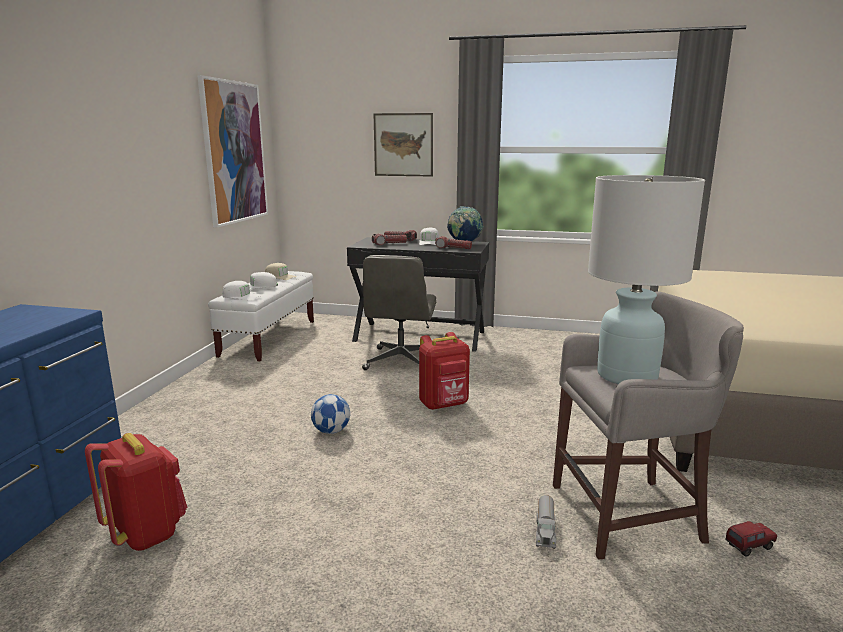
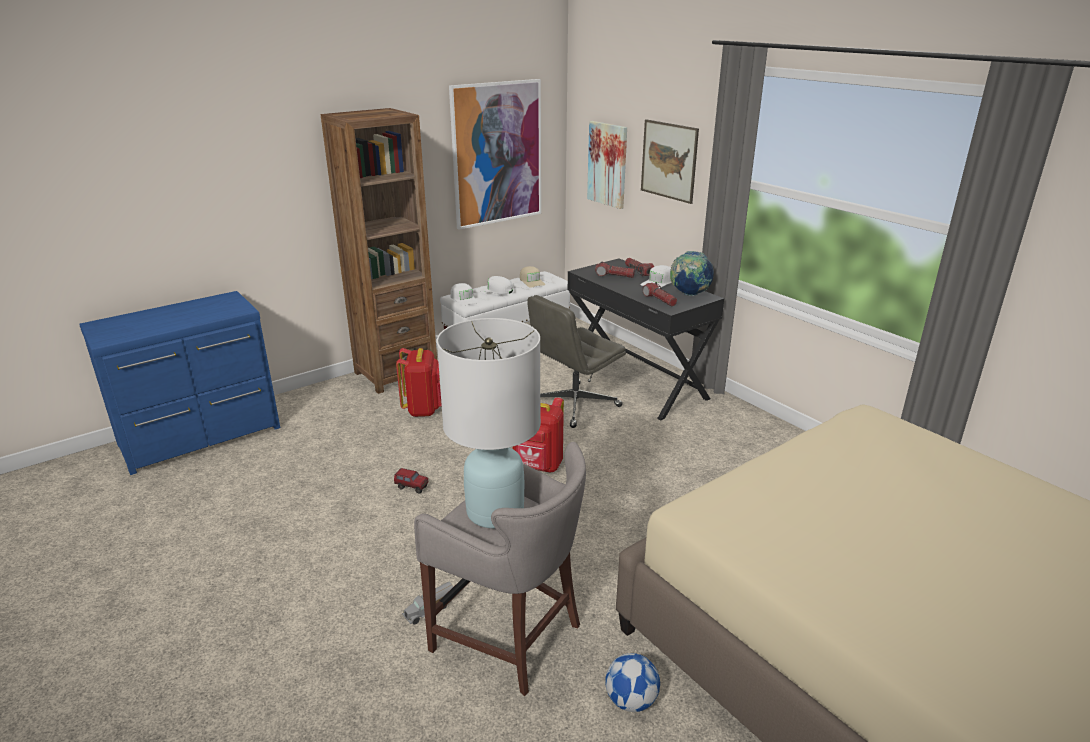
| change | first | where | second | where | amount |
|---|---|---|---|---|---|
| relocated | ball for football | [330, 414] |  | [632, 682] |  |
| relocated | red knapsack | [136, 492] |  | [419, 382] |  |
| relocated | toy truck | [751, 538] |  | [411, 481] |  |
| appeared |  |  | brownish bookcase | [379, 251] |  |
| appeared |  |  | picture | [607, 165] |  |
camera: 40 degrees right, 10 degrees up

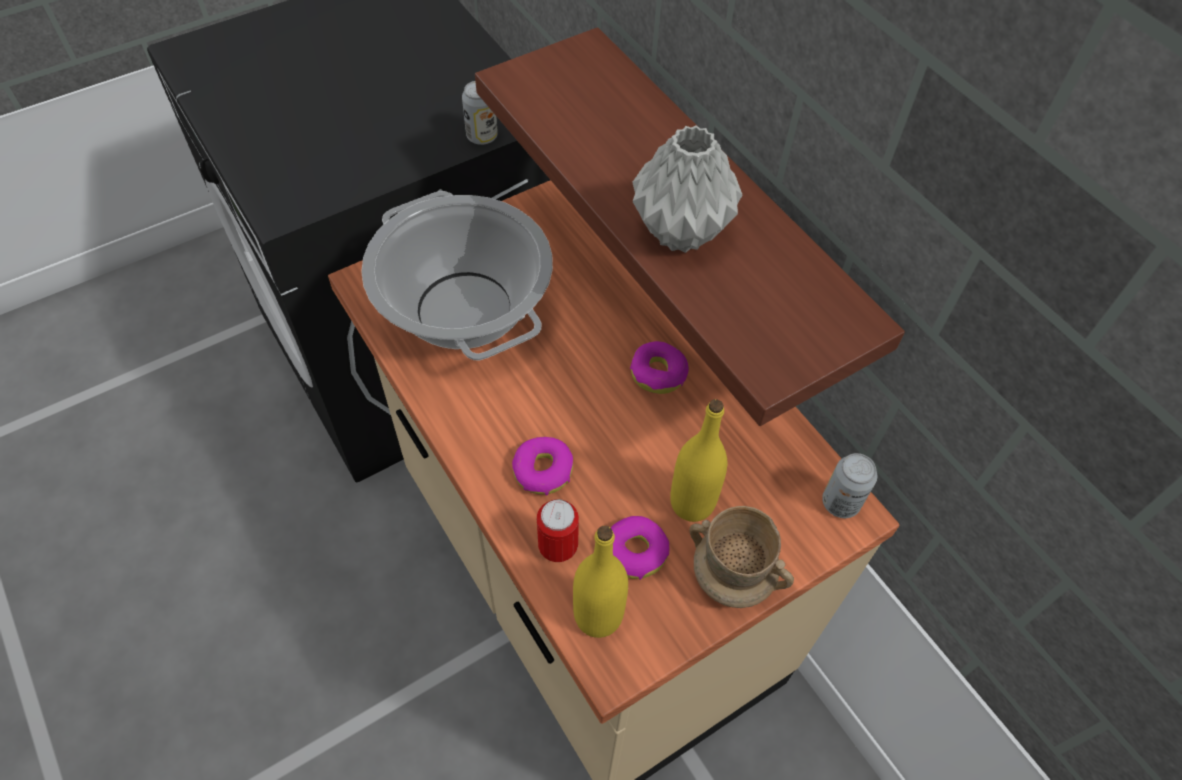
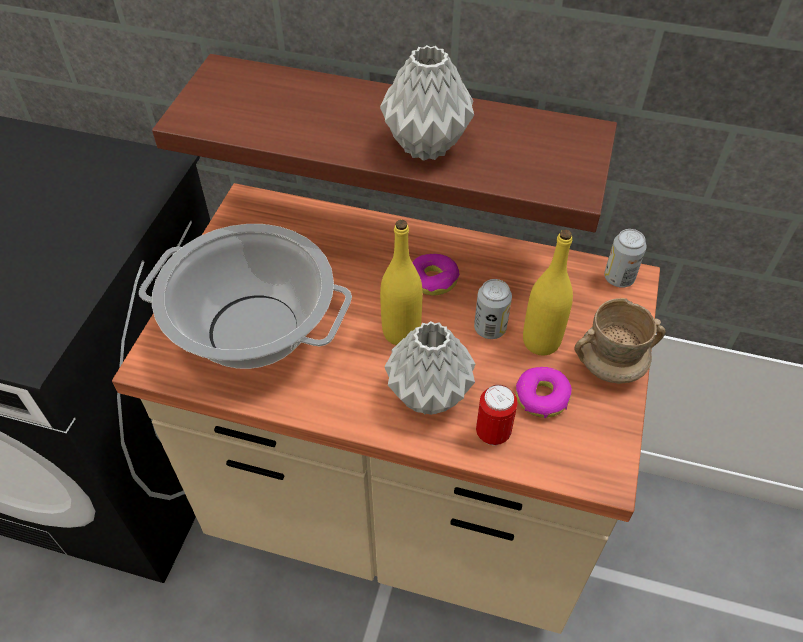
| change | first | where | second | where | amount |
|---|---|---|---|---|---|
| relocated | metal can | [480, 113] |  | [493, 309] |  |
| exchanged | doughnut | [542, 466] | grey flower vase | [430, 368] |  |
| relocated | yellowish bottle | [600, 582] |  | [401, 282] |  |
camera: 40 degrees left, 5 degrees down

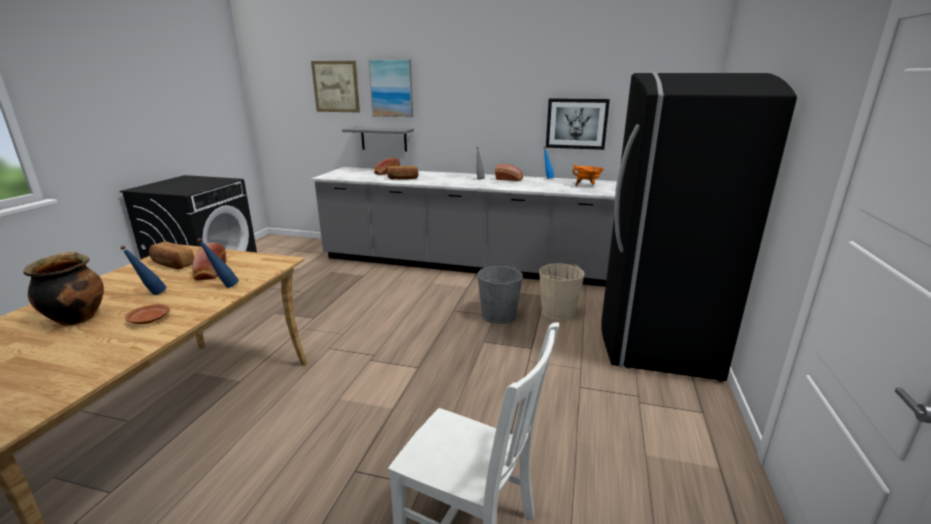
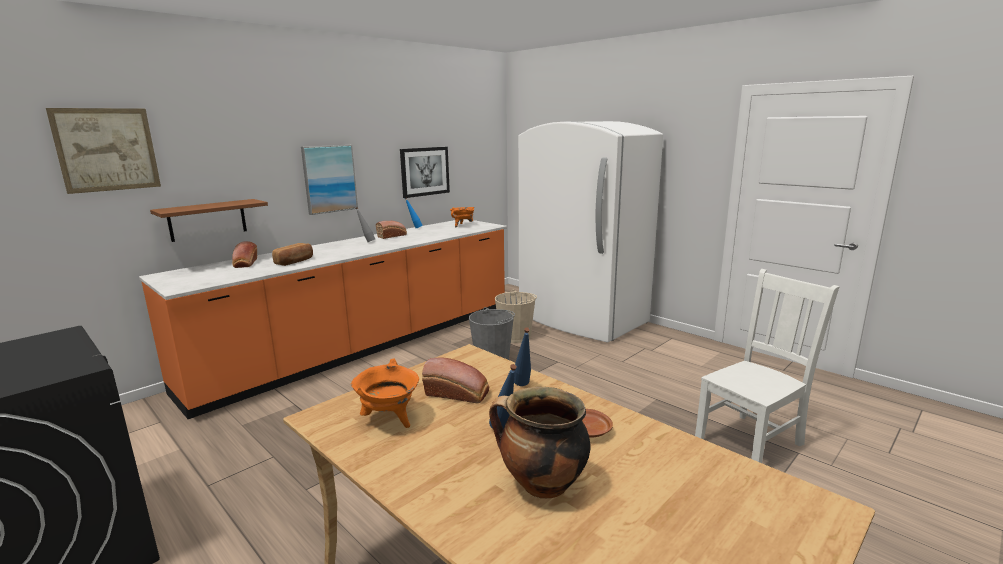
| change | first | where | second | where | amount |
|---|---|---|---|---|---|
| relocated | picture | [390, 88] |  | [329, 180] |  |
| colour | blackish fridge | [699, 227] | white fridge | [590, 231] |  |
| colour | grey bracket shelf | [378, 139] | brownish bracket shelf | [209, 220] |  |
| colour | grey counter | [464, 227] | orangey counter | [323, 319] |  |
| exchanged | bakery bread | [171, 255] | orangey cooking pot | [385, 393] |  |
camera: 60 degrees left, 5 degrees down

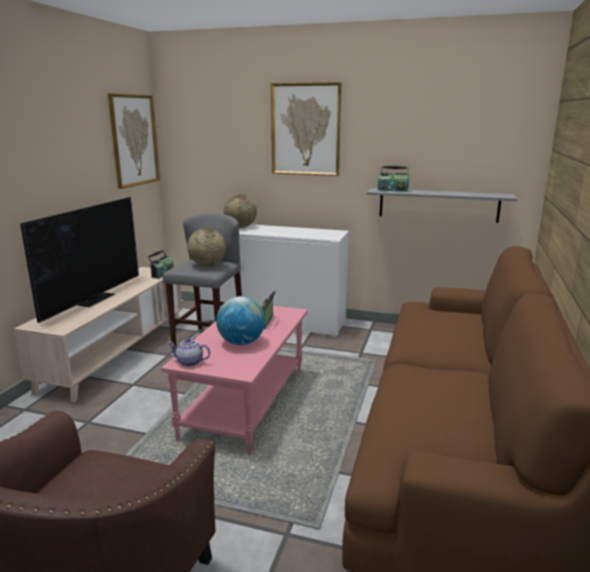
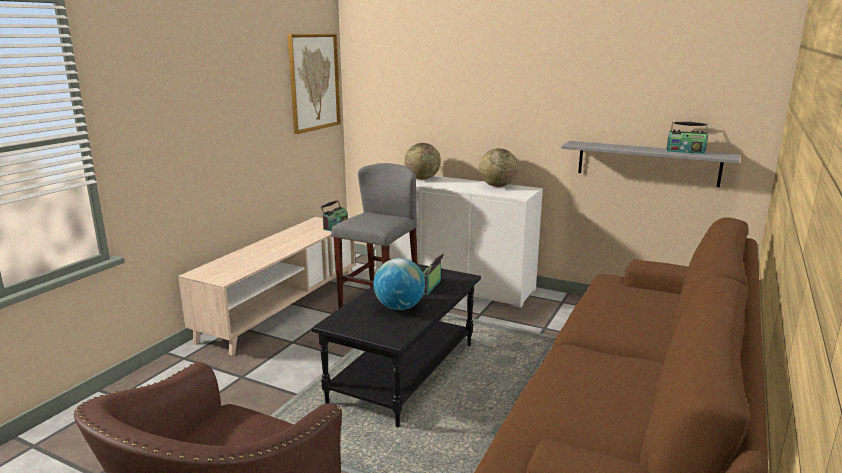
| change | first | where | second | where | amount |
|---|---|---|---|---|---|
| missing | picture | [306, 129] |  |  |  |
| relocated | radio receiver | [393, 179] |  | [687, 138] |  |
| missing | TV | [79, 260] |  |  |  |
| relocated | globe | [206, 247] |  | [498, 167] |  |
| colour | pink-coloured coffee table | [234, 379] | blackish coffee table | [396, 345] |  |
| missing | pot for tea | [189, 352] |  |  |  |
camera: 10 degrees right, 0 degrees up

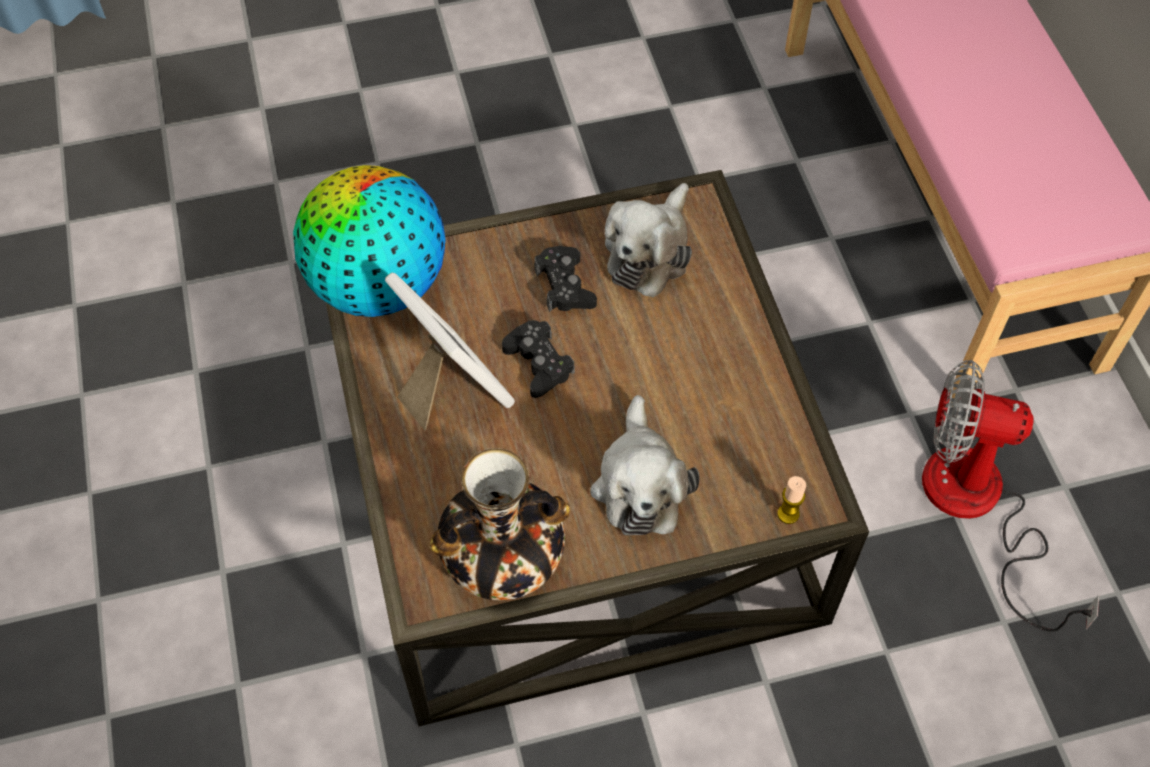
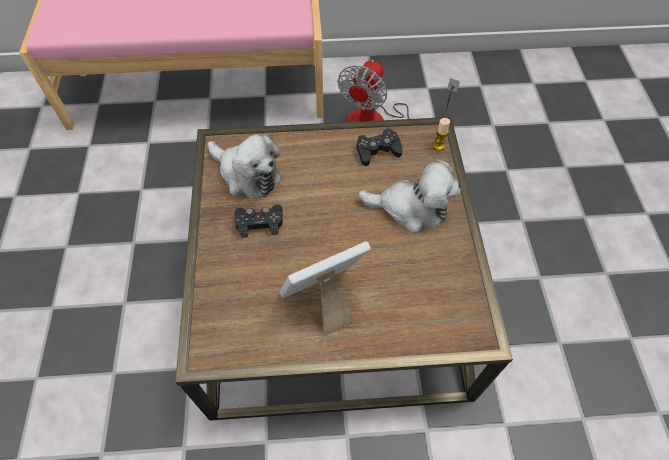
| change | first | where | second | where | amount |
|---|---|---|---|---|---|
| missing | globe | [369, 241] |  |  |  |
| relocated | blackish gamepad | [538, 359] |  | [380, 147] |  |
| missing | flower vase | [500, 524] |  |  |  |
camera: 80 degrees left, 0 degrees up

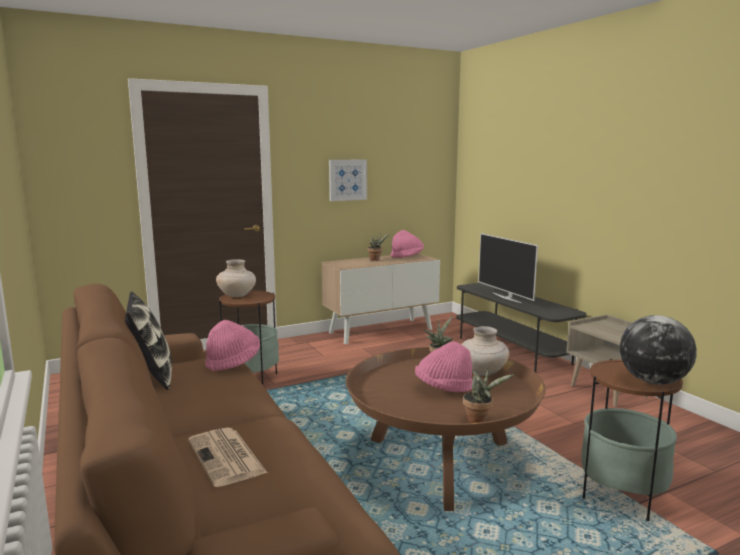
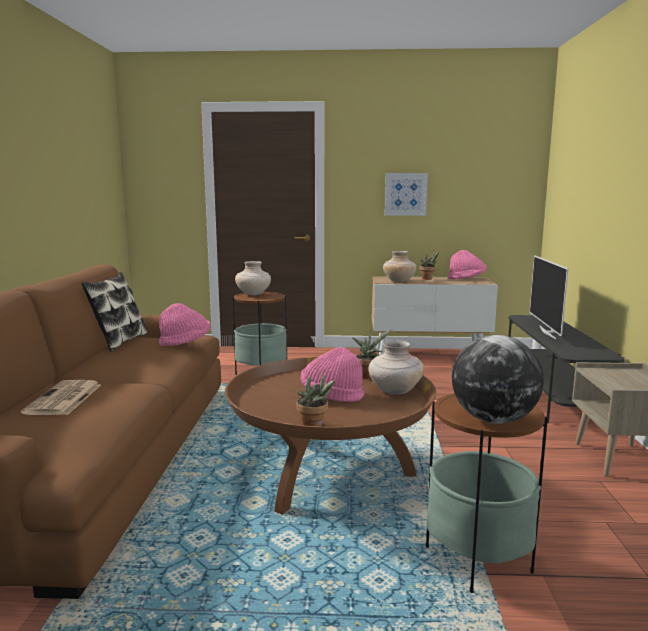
| change | first | where | second | where | amount |
|---|---|---|---|---|---|
| appeared |  |  | beige-coloured flower vase | [400, 266] |  |
camera: 30 degrees right, 0 degrees up

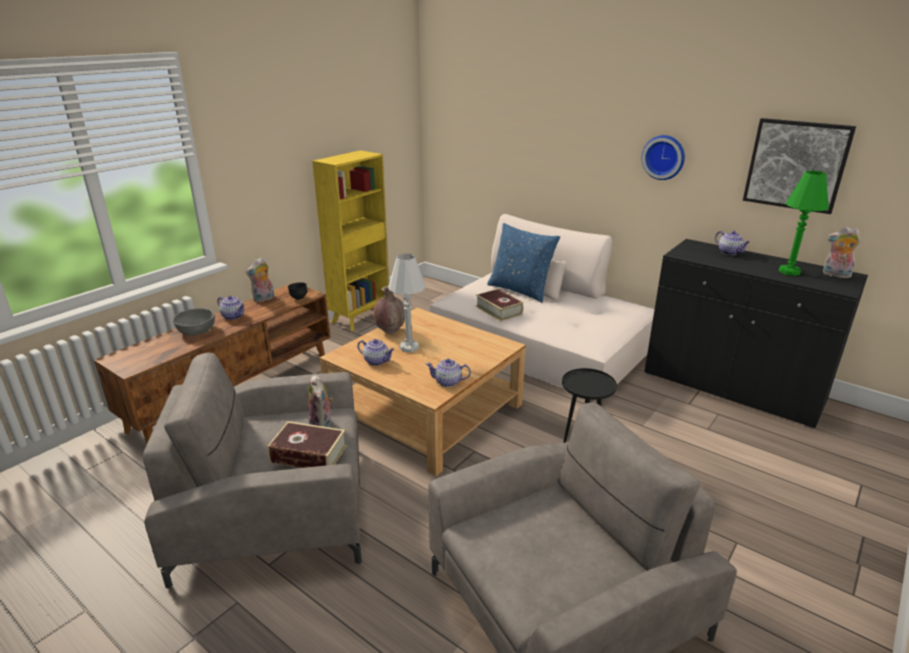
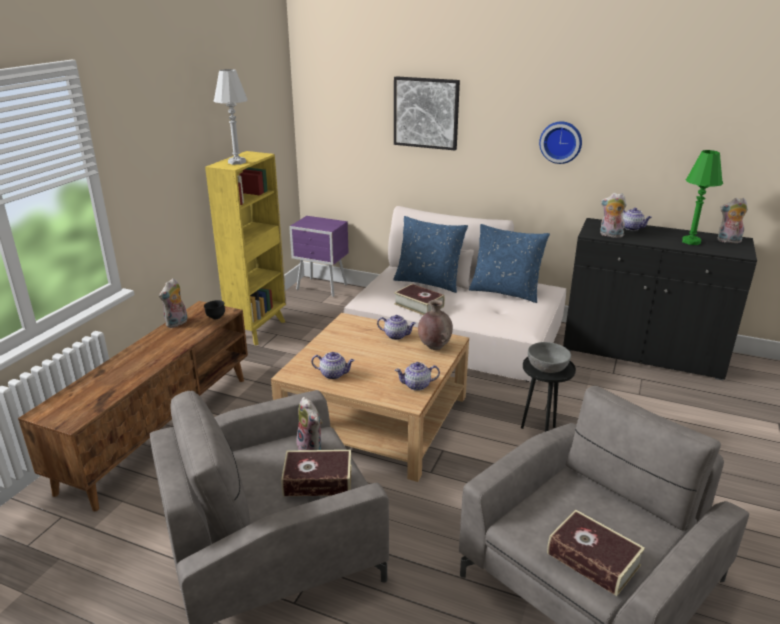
| change | first | where | second | where | amount |
|---|---|---|---|---|---|
| relocated | picture | [799, 166] |  | [427, 113] |  |
| relocated | white table lamp | [407, 303] |  | [231, 117] |  |
| relocated | brownish flower vase | [389, 310] |  | [435, 325] |  |
| relocated | pot for tea | [231, 308] |  | [396, 327] |  |
| relocated | grey serving bowl | [194, 321] |  | [549, 357] |  |
| appeared |  |  | cuddly toy | [613, 215] |  |
| appeared |  |  | purplish night table | [319, 256] |  |
| appeared |  |  | bluish cushion | [509, 263] |  |
| appeared |  |  | bound book | [596, 552] |  |
camera: 15 degrees left, 0 degrees up

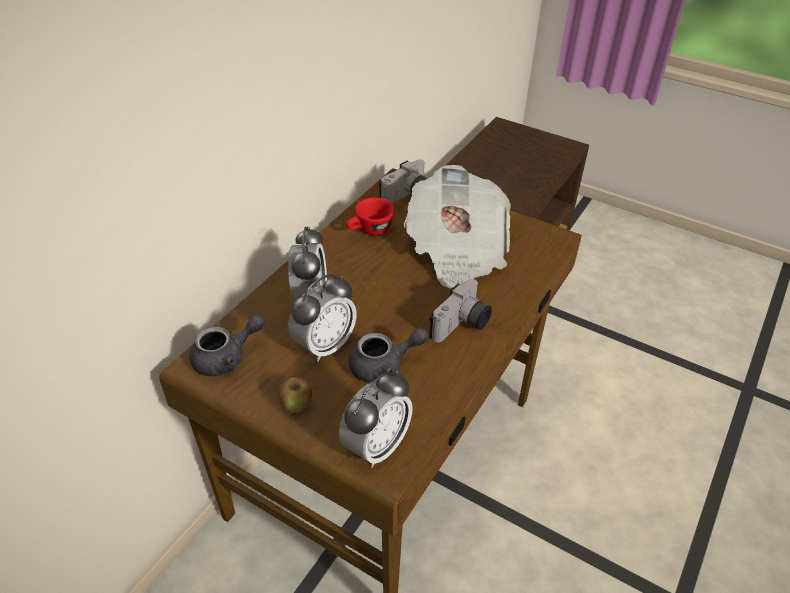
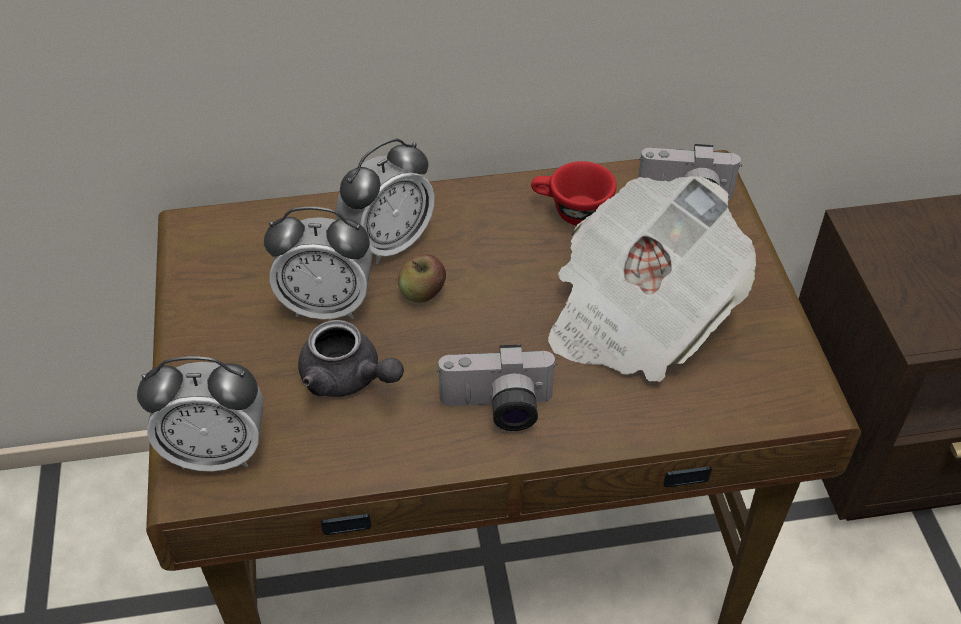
| change | first | where | second | where | amount |
|---|---|---|---|---|---|
| missing | grey pot for tea | [227, 345] |  |  |  |
| relocated | apple | [295, 394] |  | [422, 278] |  |
camera: 50 degrees right, 5 degrees up

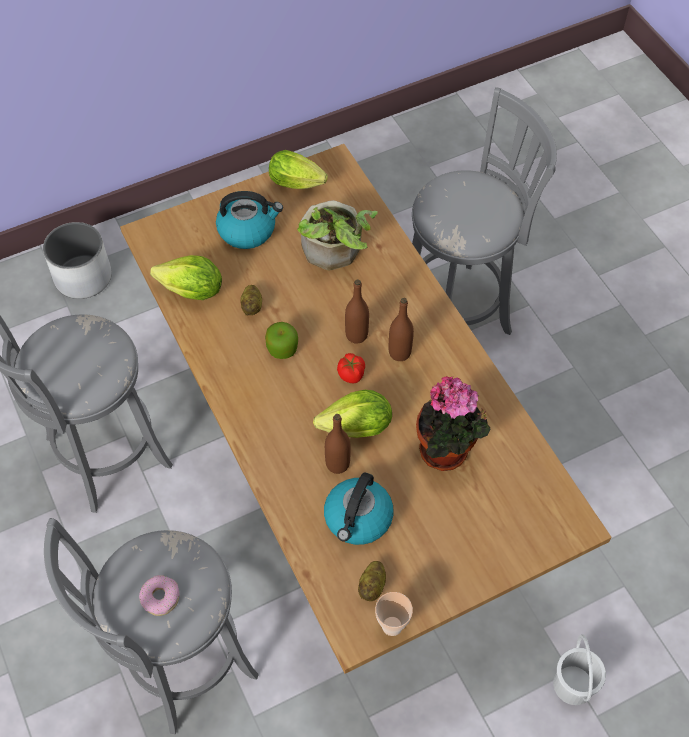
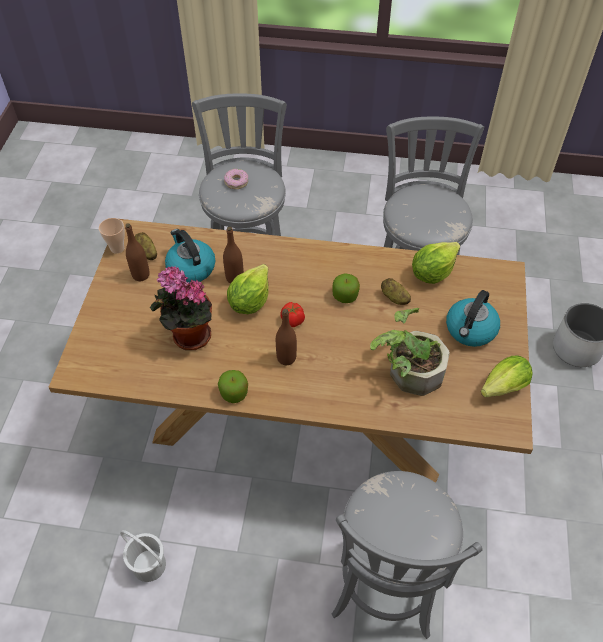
| change | first | where | second | where | amount |
|---|---|---|---|---|---|
| relocated | brownish bottle | [357, 312] |  | [137, 252] |  |
| relocated | white bucket | [579, 669] |  | [143, 556] |  |
| appeared |  |  | apple | [233, 386] |  |
camera: 125 degrees right, 5 degrees down

